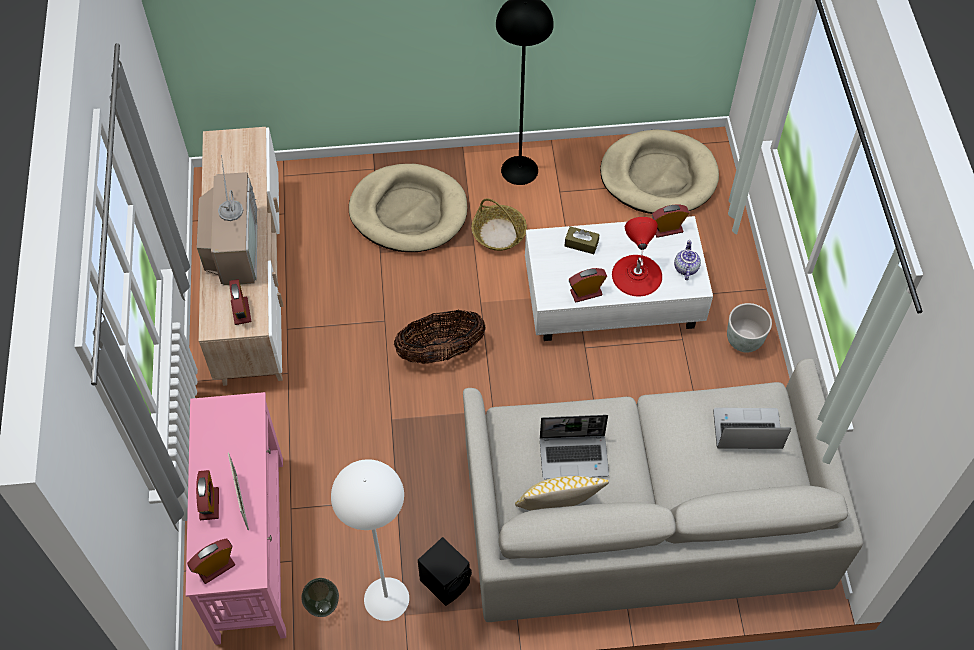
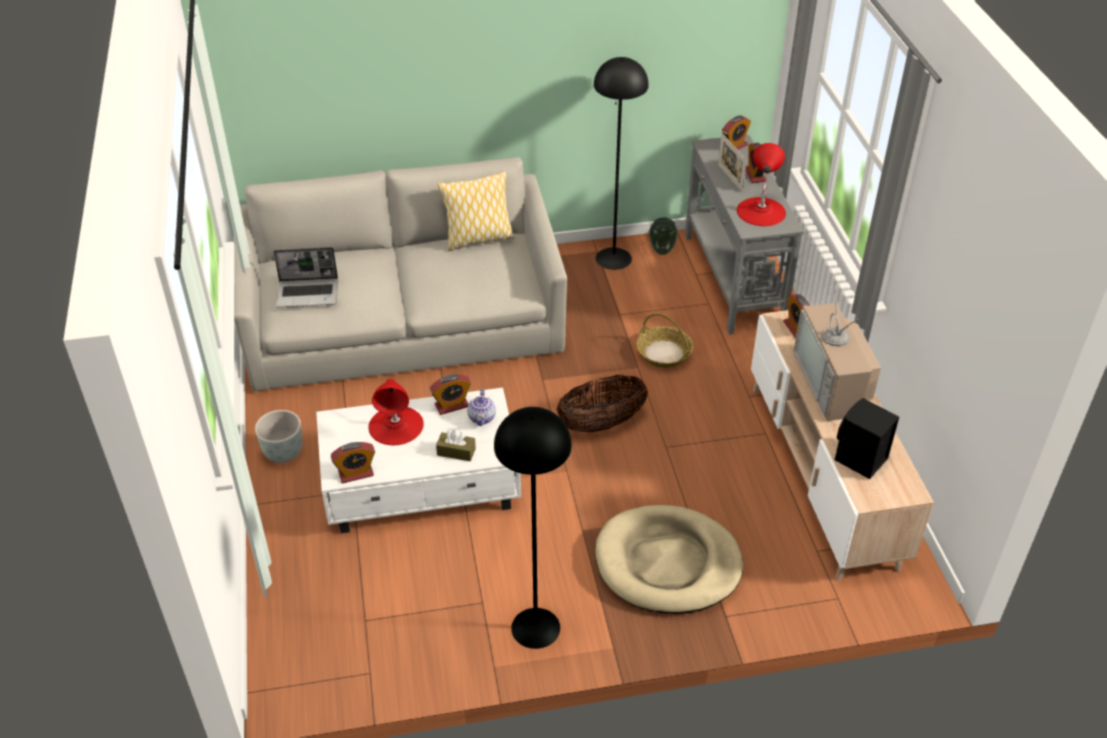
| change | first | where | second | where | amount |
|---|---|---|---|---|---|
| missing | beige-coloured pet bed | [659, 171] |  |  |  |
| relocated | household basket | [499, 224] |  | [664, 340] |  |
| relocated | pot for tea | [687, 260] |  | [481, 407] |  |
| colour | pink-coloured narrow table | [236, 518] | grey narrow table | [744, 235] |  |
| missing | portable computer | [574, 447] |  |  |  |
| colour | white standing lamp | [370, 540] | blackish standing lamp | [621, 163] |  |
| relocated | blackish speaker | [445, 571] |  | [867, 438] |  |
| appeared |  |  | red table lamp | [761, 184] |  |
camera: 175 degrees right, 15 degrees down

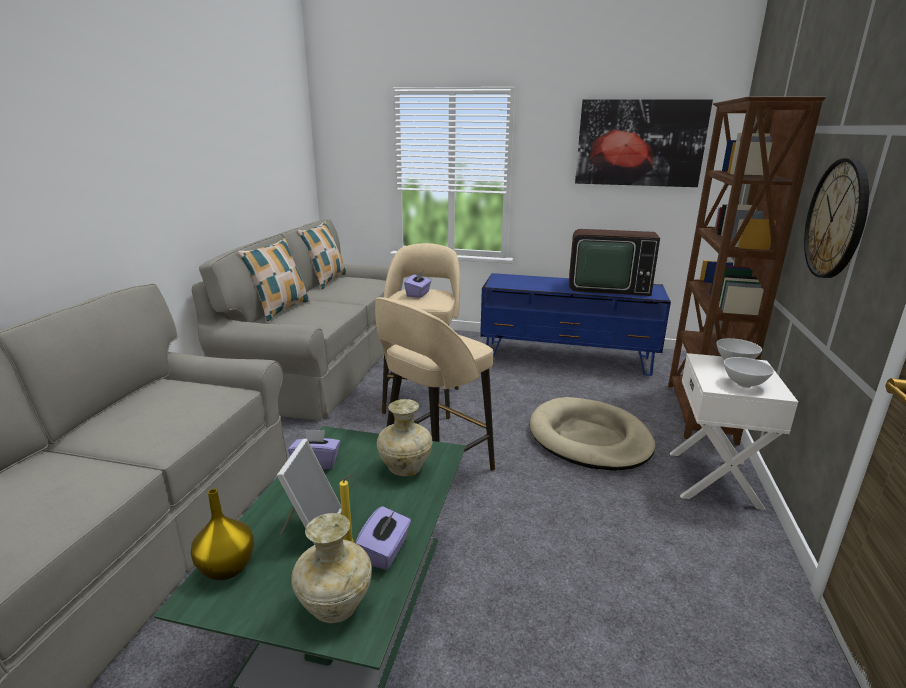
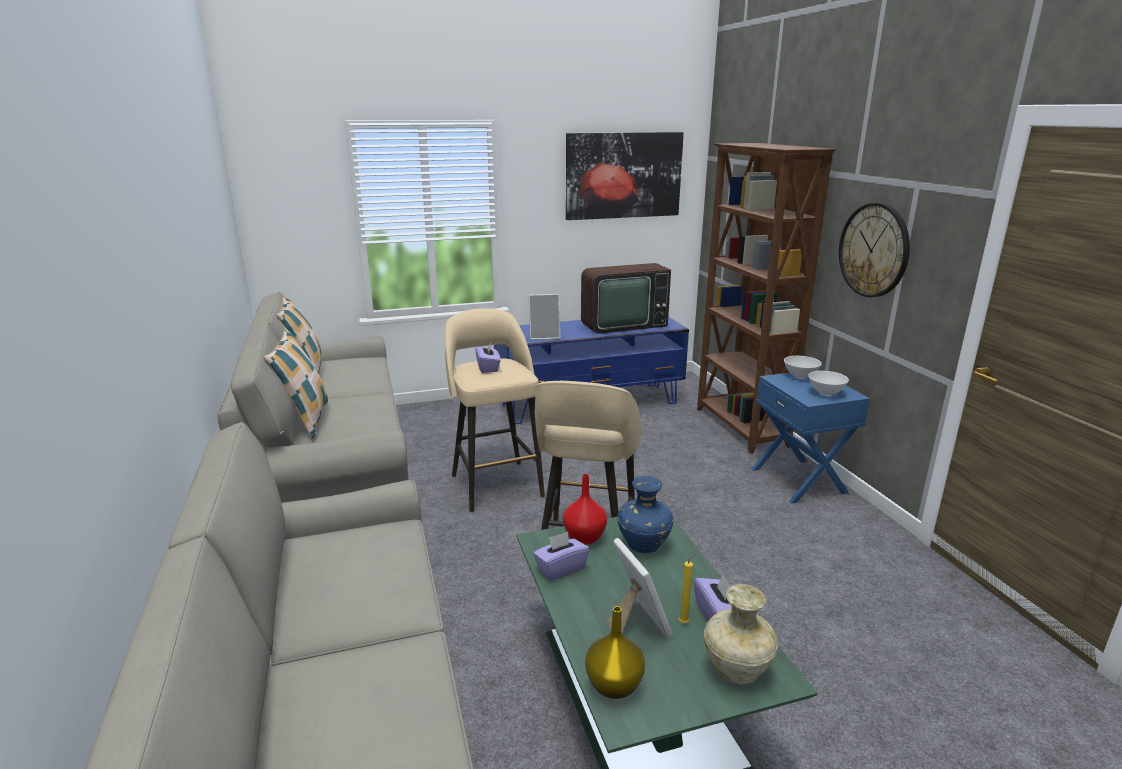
| change | first | where | second | where | amount |
|---|---|---|---|---|---|
| colour | white night table | [734, 431] | bluish night table | [810, 438] |  |
| missing | beige-coloured pet bed | [592, 433] |  |  |  |
| colour | beige-coloured flower vase | [404, 437] | bluish flower vase | [646, 514] |  |
| appeared |  |  | photo frame | [545, 317] |  |
| appeared |  |  | red flower vase | [585, 509] |  |
camera: 30 degrees left, 0 degrees up

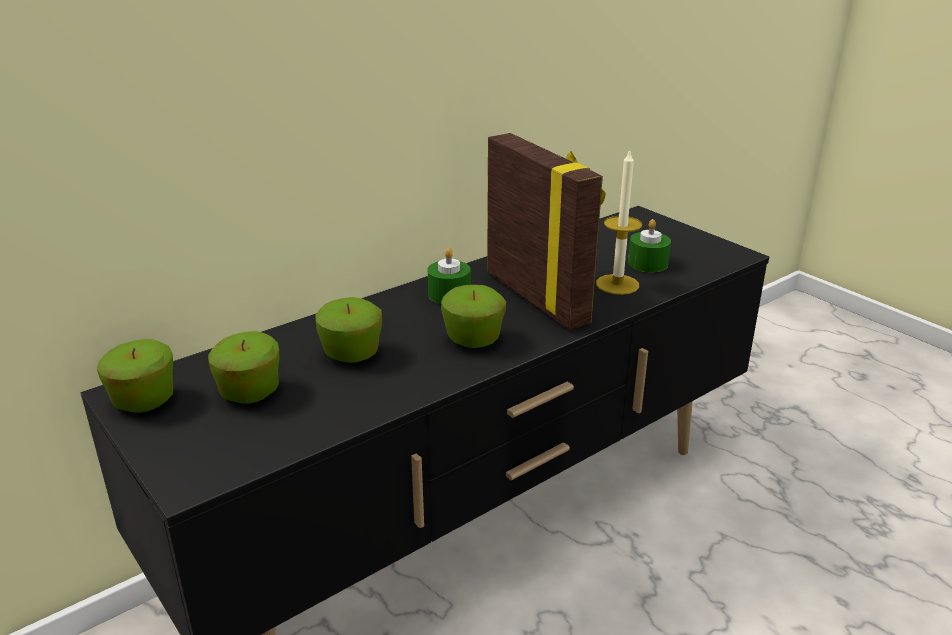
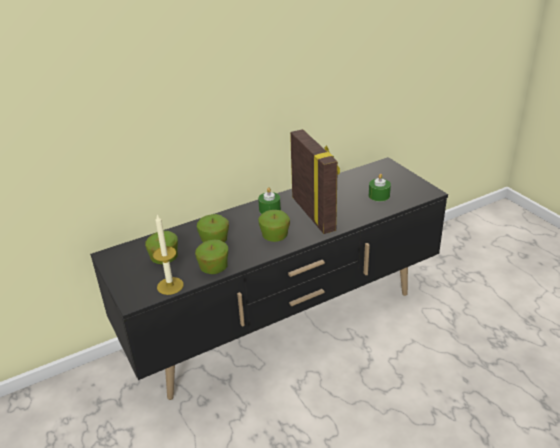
| change | first | where | second | where | amount |
|---|---|---|---|---|---|
| relocated | wax light | [619, 222] |  | [168, 254] |  |
| relocated | apple | [135, 376] |  | [211, 257] |  |
camera: 10 degrees right, 5 degrees up

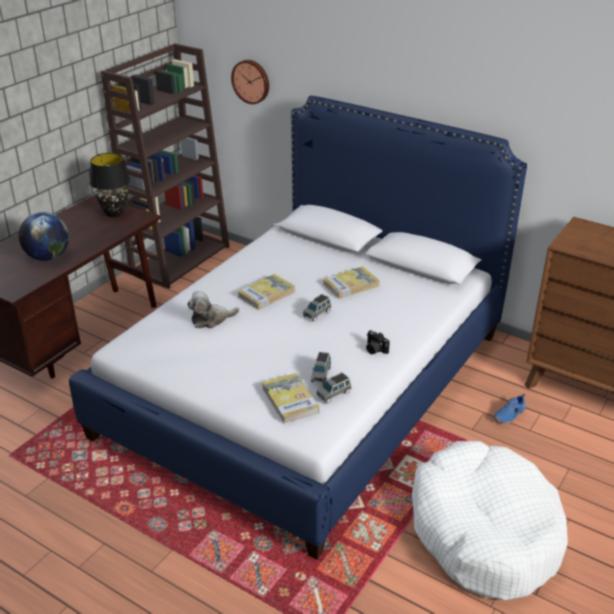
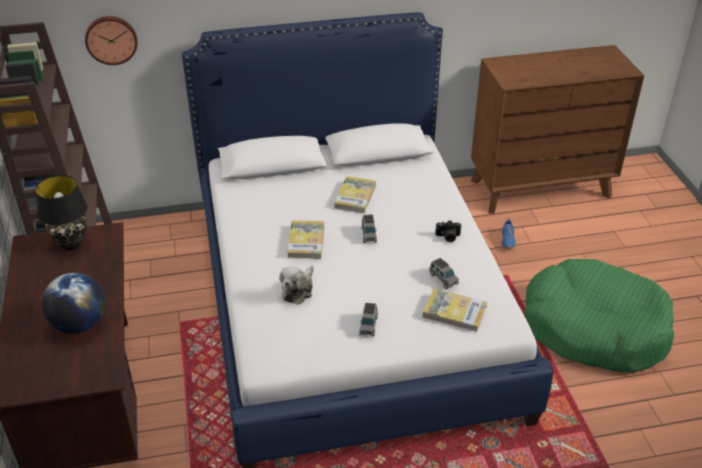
| change | first | where | second | where | amount |
|---|---|---|---|---|---|
| relocated | grey model car | [333, 388] |  | [368, 319] |  |
| colour | white pet bed | [490, 520] | greenish pet bed | [599, 316] |  |
camera: 45 degrees left, 5 degrees up

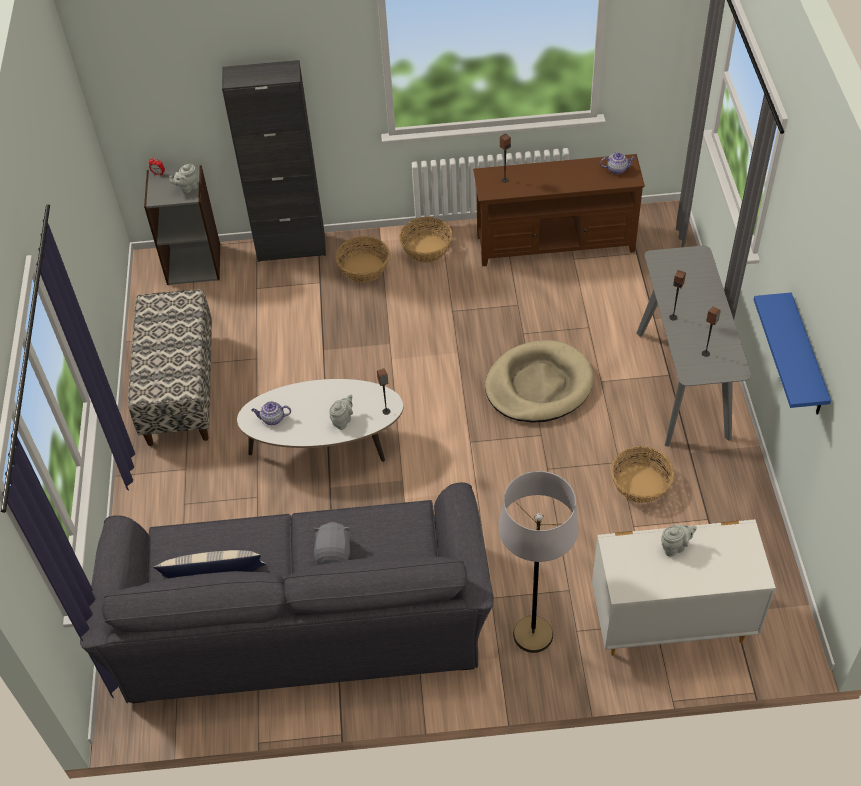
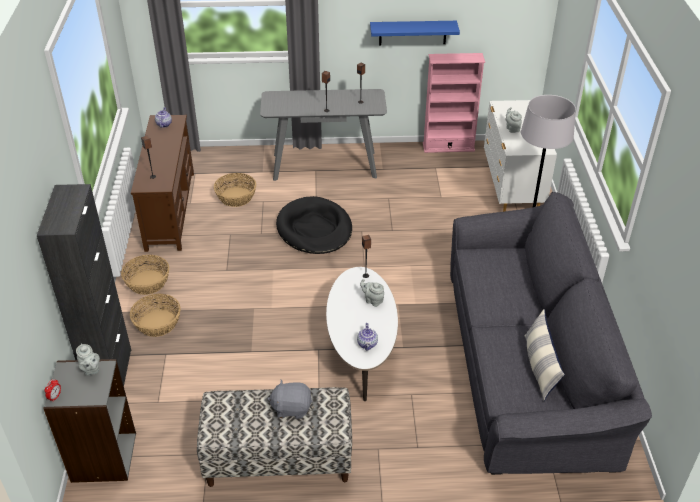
| change | first | where | second | where | amount |
|---|---|---|---|---|---|
| colour | beige-coloured pet bed | [539, 381] | blackish pet bed | [314, 225] |  |
| relocated | household basket | [642, 474] |  | [235, 190] |  |
| relocated | grey cuddly toy | [331, 543] |  | [290, 399] |  |
| appeared |  |  | pink-coloured bookcase | [454, 103] |  |
camera: 90 degrees left, 10 degrees down

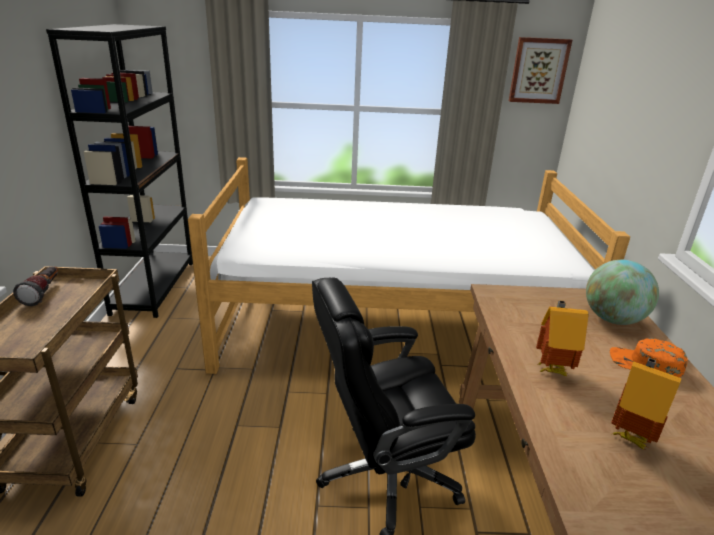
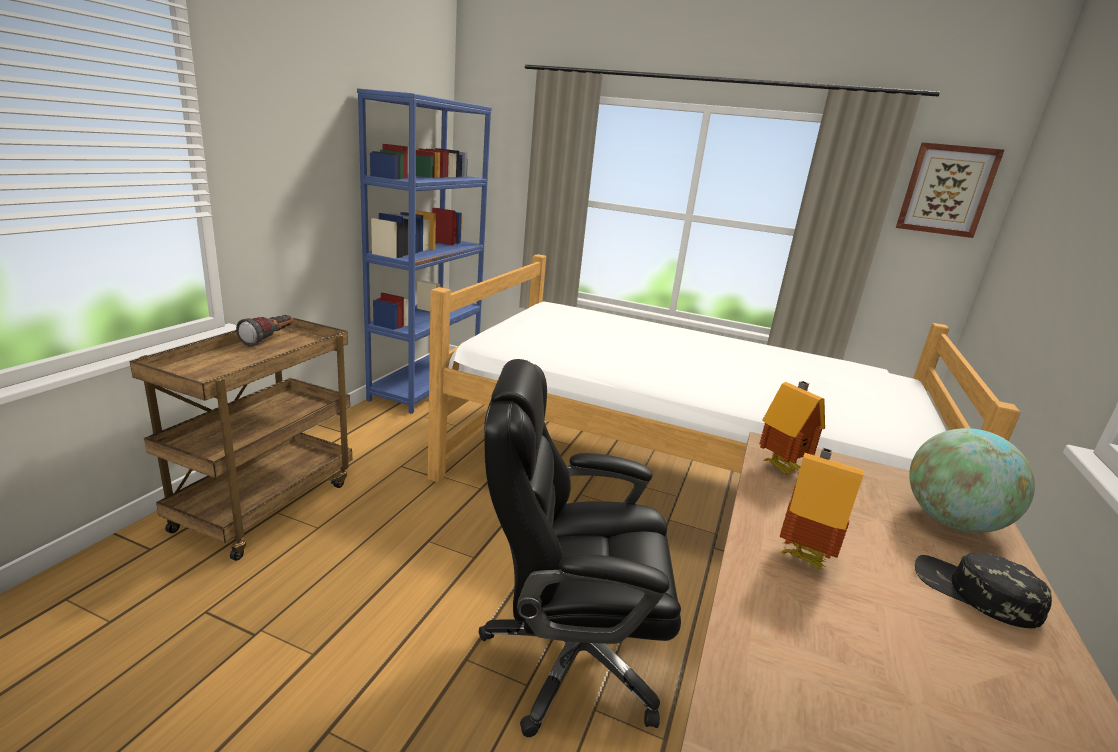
| change | first | where | second | where | amount |
|---|---|---|---|---|---|
| colour | blackish bookcase | [119, 171] | bluish bookcase | [424, 251] |  |
| colour | orangey baseball cap | [649, 358] | blackish baseball cap | [983, 590] |  |
| relocated | toy house | [646, 404] |  | [792, 427] |  |
camera: 20 degrees right, 5 degrees down

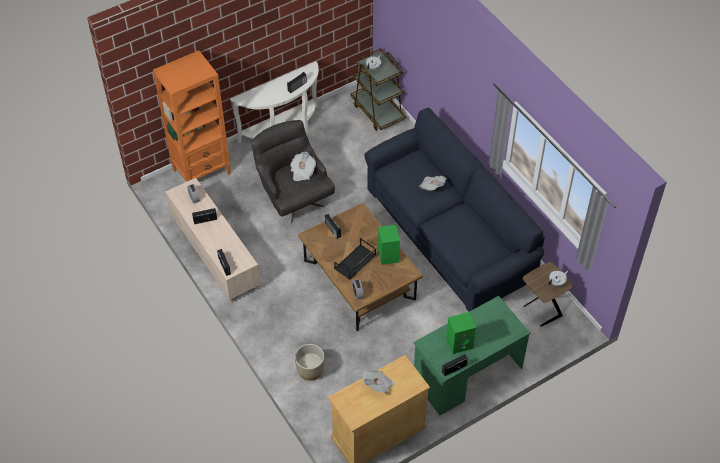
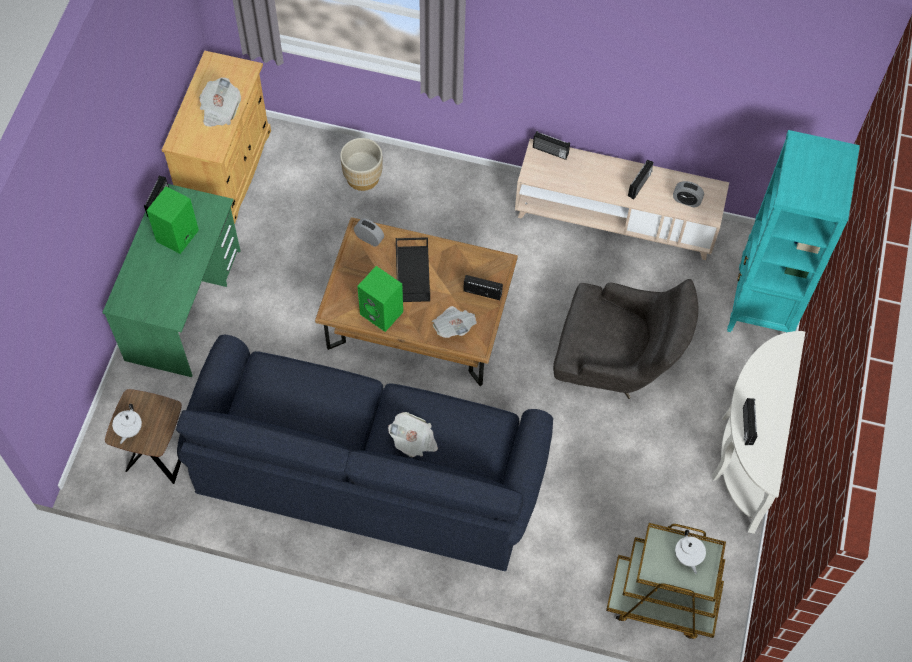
| change | first | where | second | where | amount |
|---|---|---|---|---|---|
| colour | orangey bookcase | [192, 116] | turquoise bookcase | [793, 231] |  |
| relocated | printed paper | [303, 166] |  | [454, 322] |  |
camera: 135 degrees right, 10 degrees up

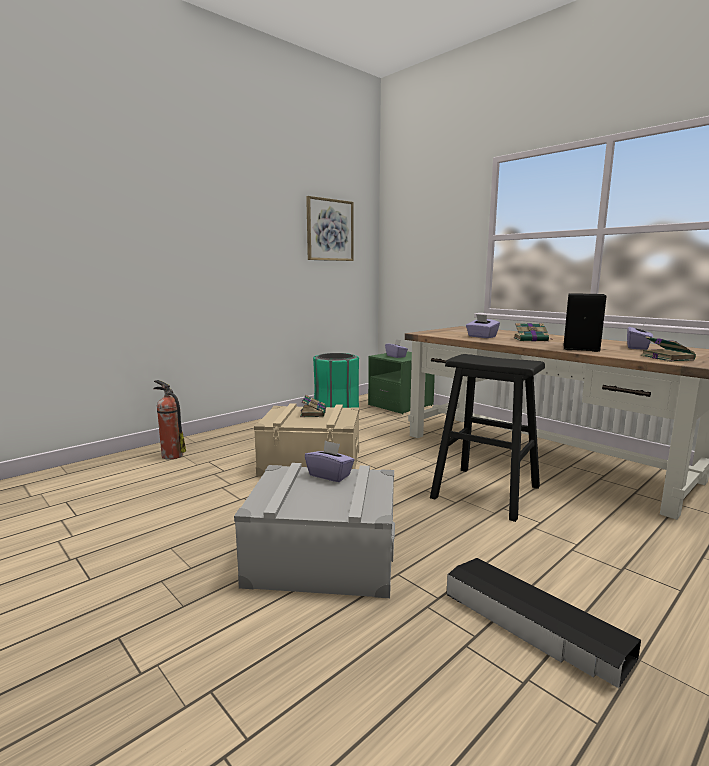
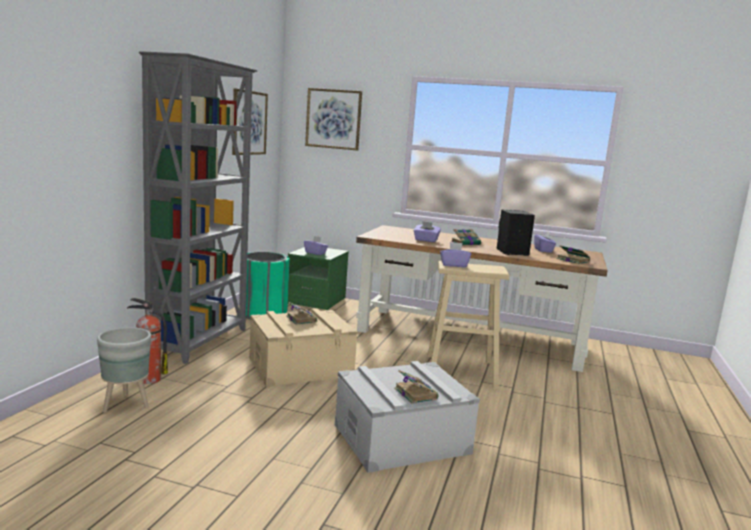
| change | first | where | second | where | amount |
|---|---|---|---|---|---|
| colour | blackish stool | [487, 438] | beige-coloured stool | [468, 325] |  |
| relocated | purplish tissue holder | [329, 461] |  | [455, 254] |  |
| missing | blackish storage container | [544, 623] |  |  |  |
| appeared |  |  | grey bookcase | [198, 207] |  |
| appeared |  |  | picture | [333, 119] |  |
| appeared |  |  | grey plant pot | [124, 370] |  |
| appeared |  |  | bound book | [416, 387] |  |
camera: 30 degrees left, 0 degrees up

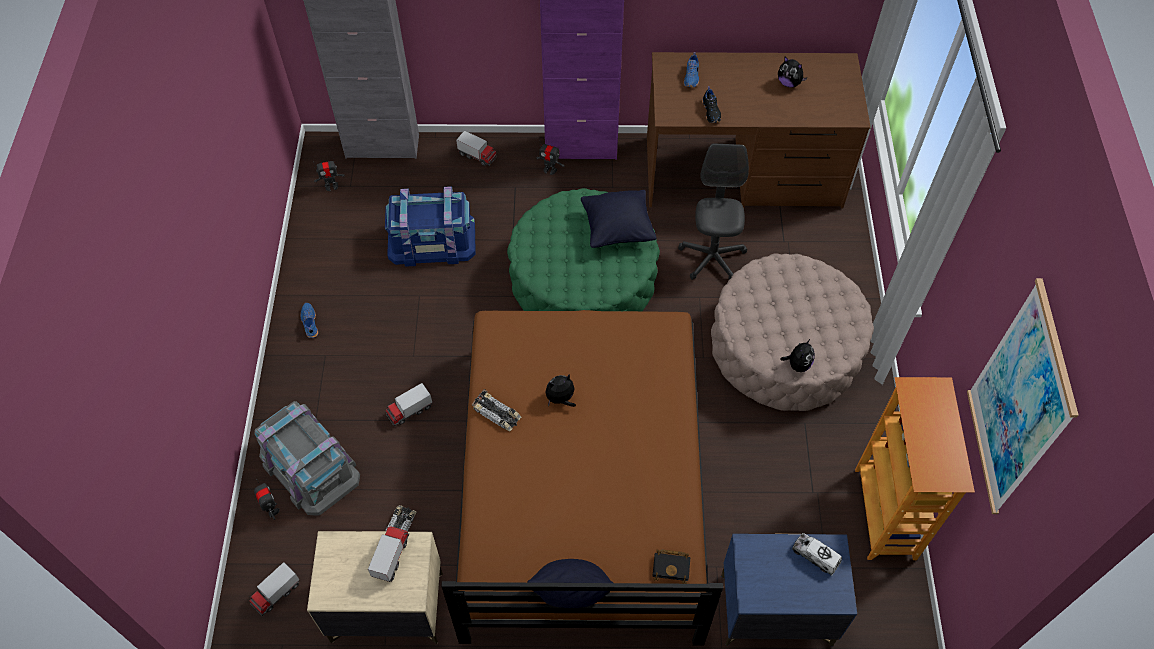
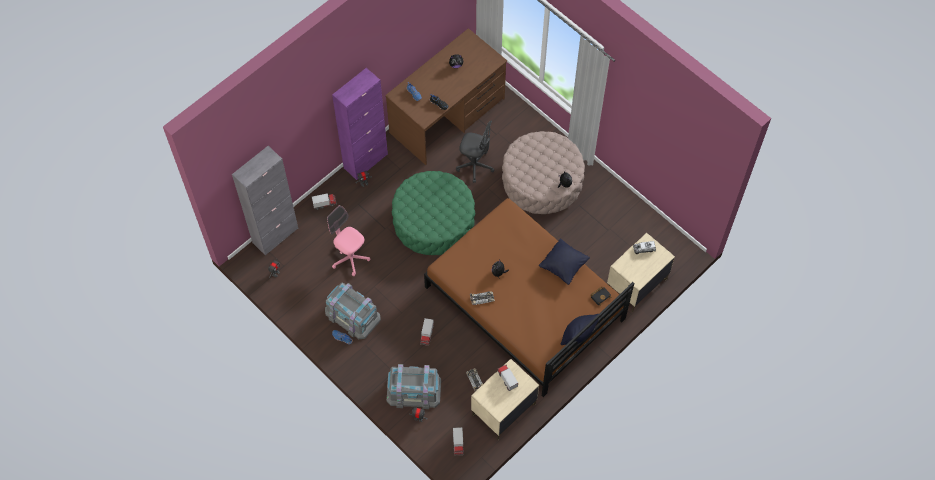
| change | first | where | second | where | amount |
|---|---|---|---|---|---|
| spun | grey computer chair | [713, 211] |  | [475, 152] | 150 degrees clockwise |
| exchanged | bluish storage container | [430, 226] | pink-coloured computer chair | [349, 240] |  |
| relocated | blackish cushion | [619, 219] |  | [564, 262] |  |
| missing | picture | [1023, 396] |  |  |  |
| missing | bookcase | [915, 468] |  |  |  |
| colour | bluish night table | [789, 590] | beige-coloured night table | [641, 272] |  |
| appeared |  |  | grey storage container | [353, 310] |  |
camera: 45 degrees left, 5 degrees up

